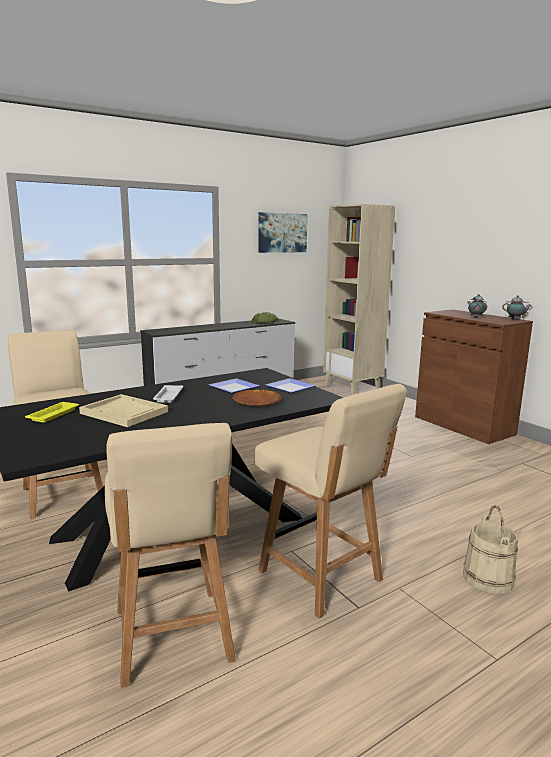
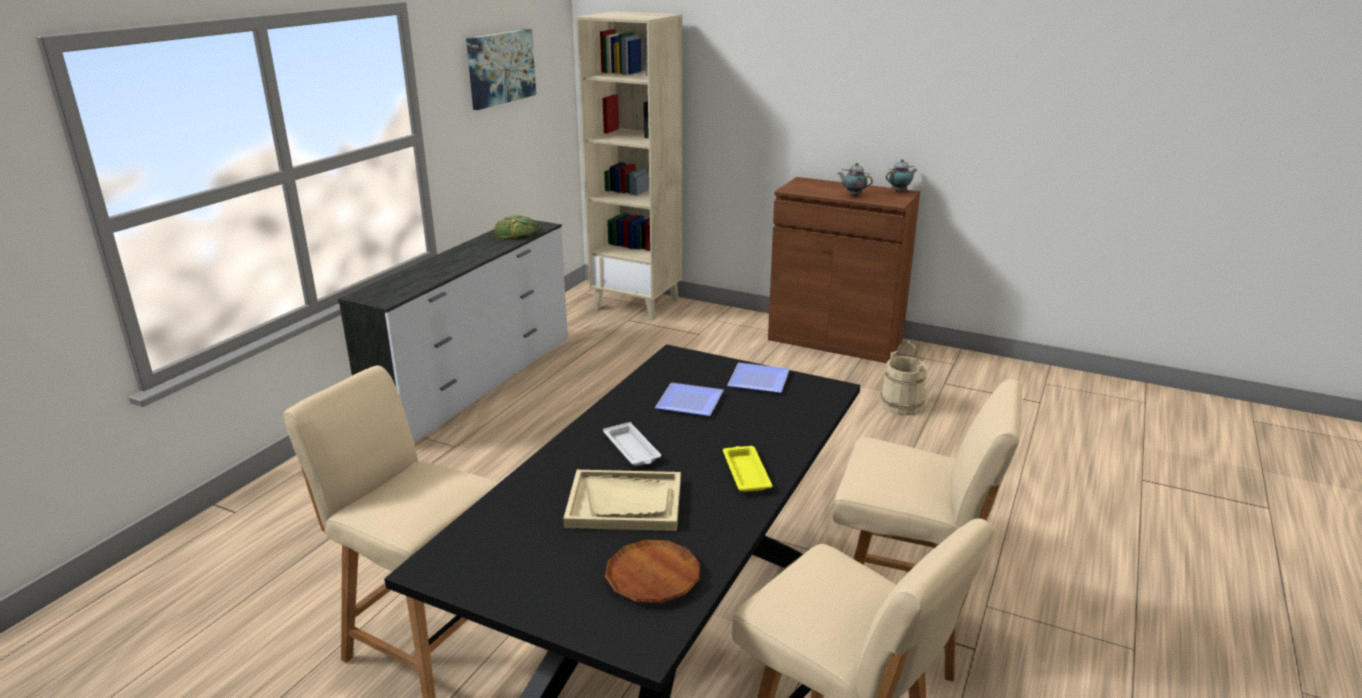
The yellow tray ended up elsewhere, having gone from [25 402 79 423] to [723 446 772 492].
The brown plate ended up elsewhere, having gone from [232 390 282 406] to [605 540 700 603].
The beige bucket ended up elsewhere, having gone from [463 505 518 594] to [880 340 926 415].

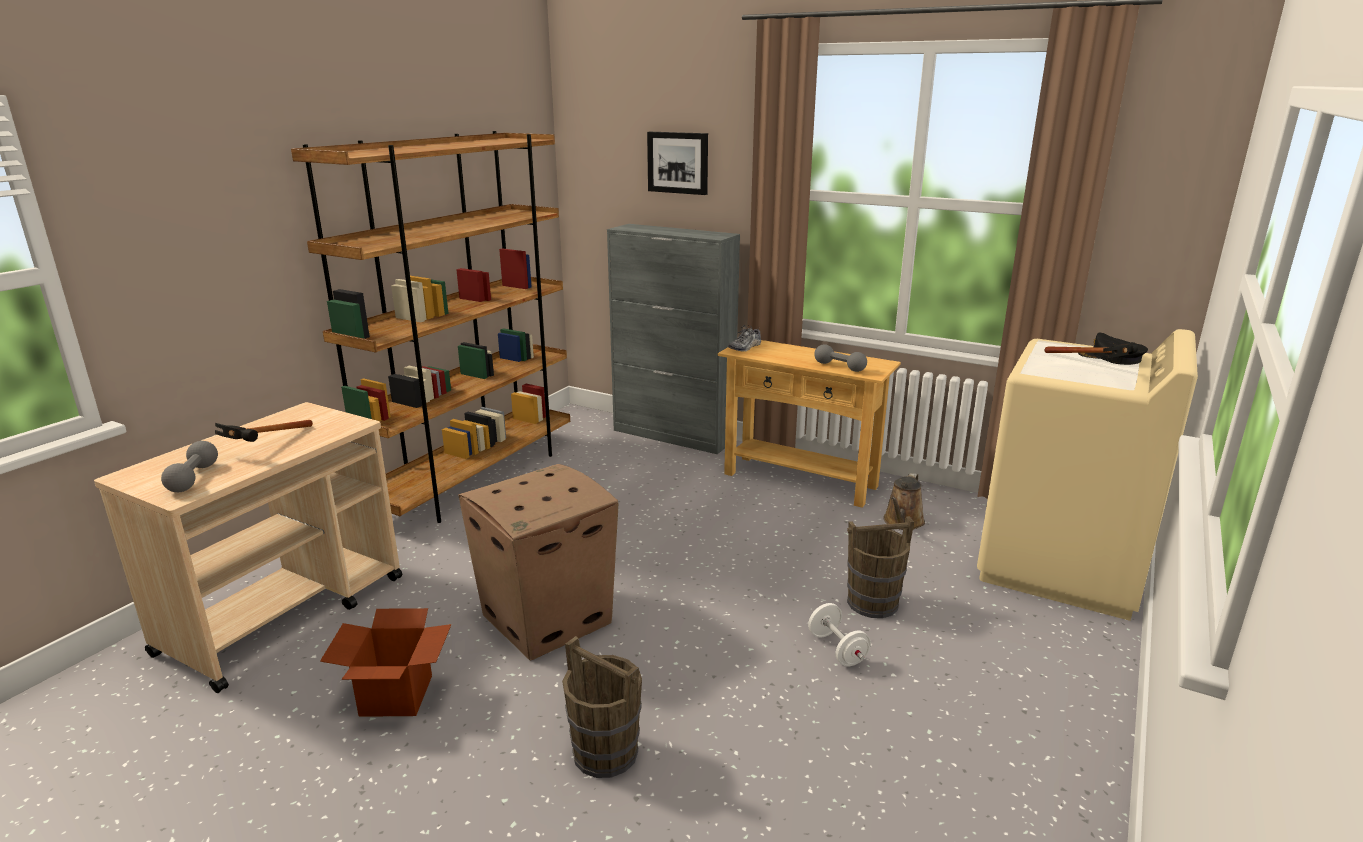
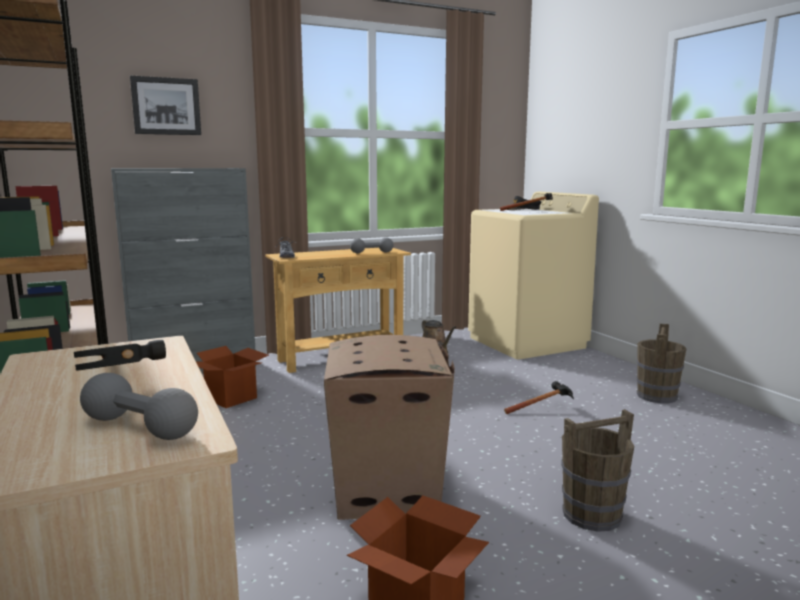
Where the white dumbbell stood at [808 603 871 666], the hammer came to stand at [504 381 574 414].
The brown bucket ended up elsewhere, having gone from [847 516 914 618] to [637 323 686 403].
The second view gained the cardboard box at [196 346 269 408].

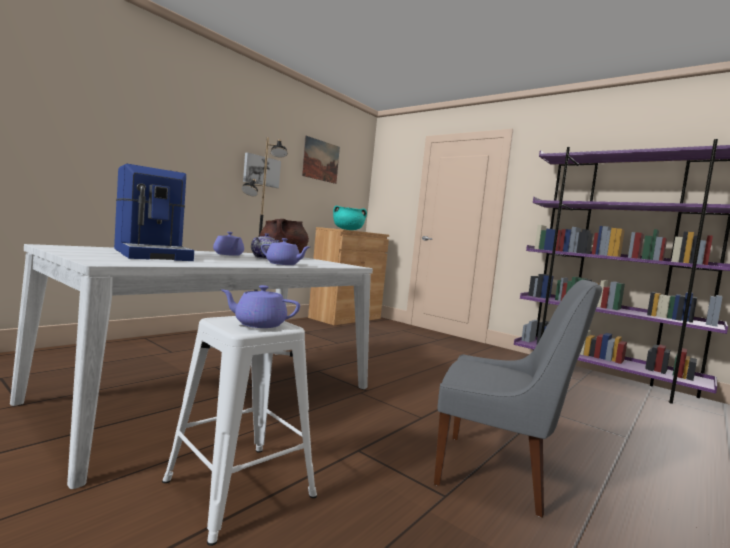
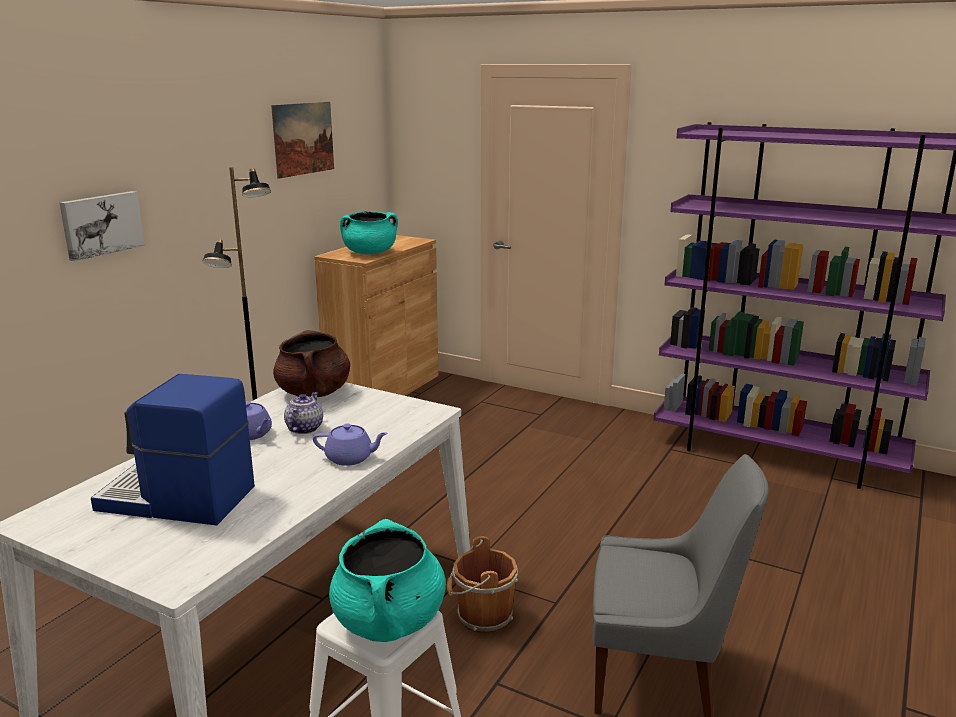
The coffee machine at [114 164 194 261] ended up facing another way, 150 degrees clockwise from before.
Where the purple teapot stood at [220 285 300 328], the turquoise cooking pot came to stand at [329 519 446 642].
The picture ended up elsewhere, having gone from [243 152 281 188] to [59 191 145 261].
The second view gained the brown bucket at [447 536 518 633].

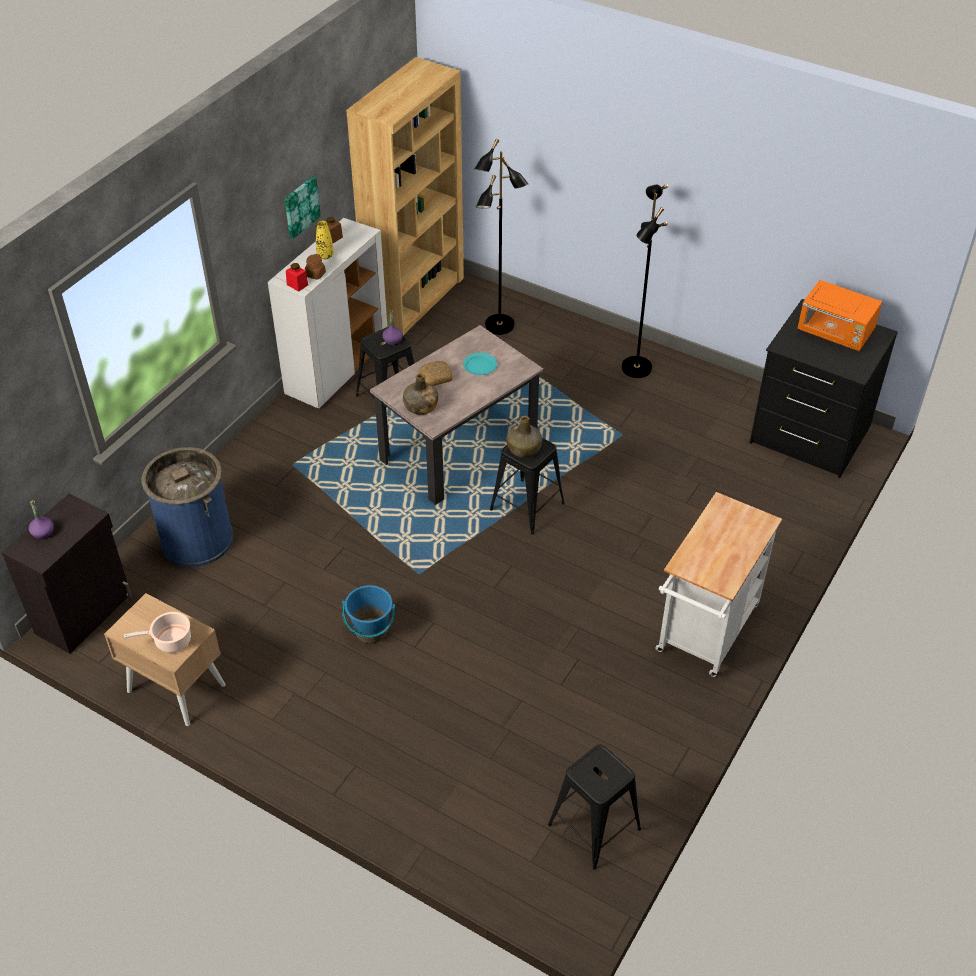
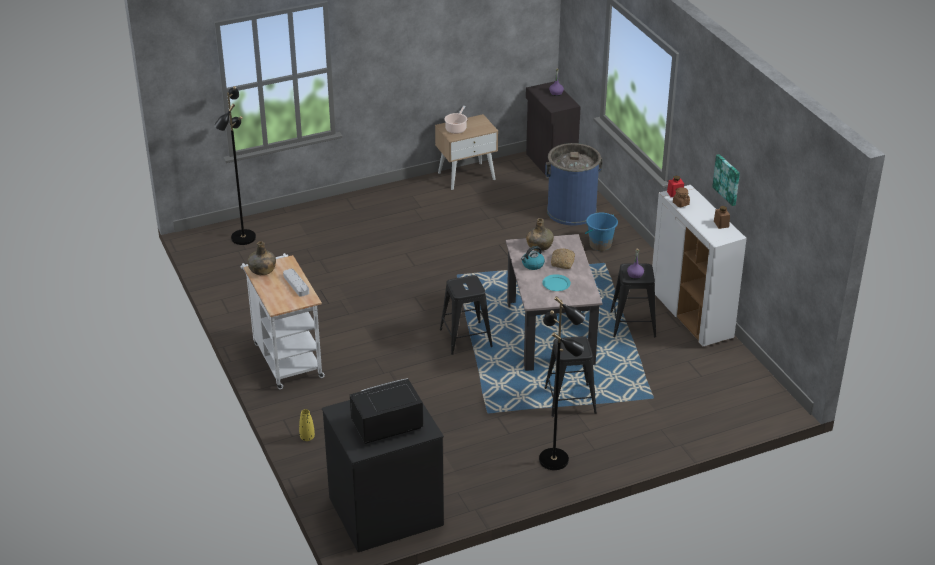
The yellow vase ended up elsewhere, having gone from [316 221 334 259] to [299 409 315 441].
The blue bucket ended up elsewhere, having gone from [342 585 395 643] to [585 213 618 251].
The second view lost the brown bookcase at [346 57 464 336].
The black floor lamp ended up elsewhere, having gone from [475 139 528 335] to [214 86 256 245].
The green bottle ended up elsewhere, having gone from [507 416 542 458] to [248 241 276 275].
The black stool ended up elsewhere, having gone from [548 744 641 870] to [545 336 597 417].
What was the orange microwave at [798 280 882 351] turned into the black microwave at [350 378 423 444].
The second view gained the grey tray at [283 269 309 297].
The second view gained the kettle at [521 246 545 270].

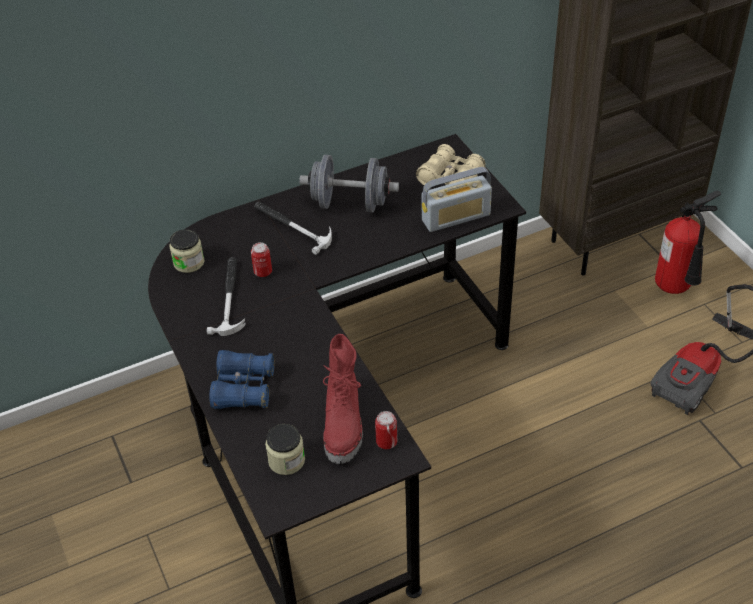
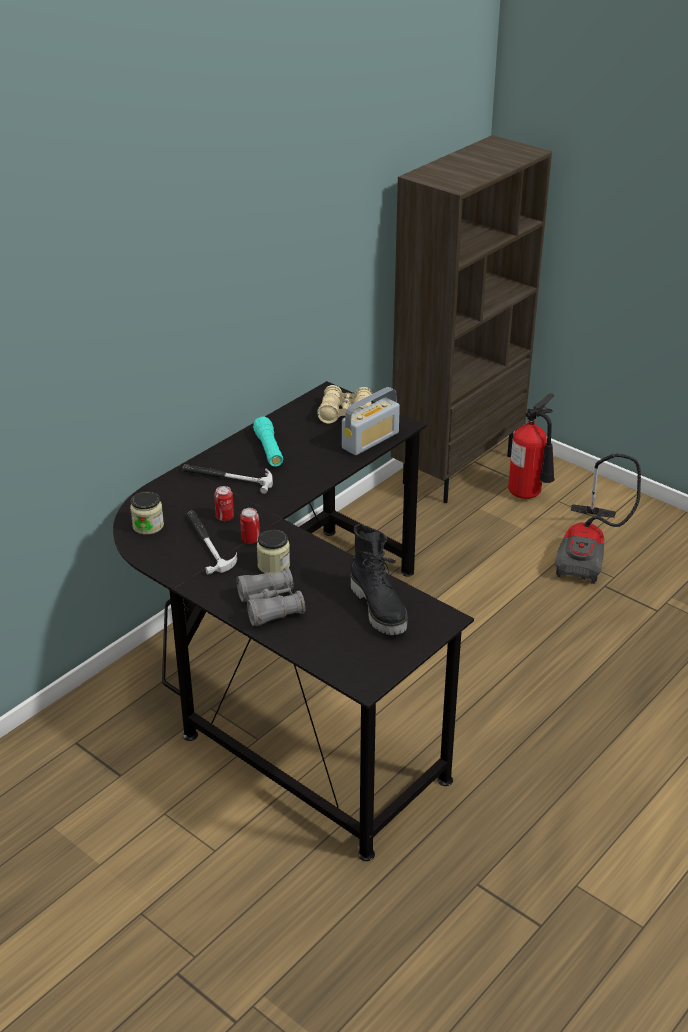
What was the blue binoculars at [209 350 275 409] turned into the grey binoculars at [236 568 305 626].
The jar ended up elsewhere, having gone from [265 424 305 475] to [257 530 290 573].
Where the grey dumbbell stood at [299 155 399 212], the turquoise flashlight came to stand at [253 417 283 467].
What was the red boot at [323 334 363 464] turned into the black boot at [351 524 408 635].
The can ended up elsewhere, having gone from [375 411 397 449] to [240 508 260 544].

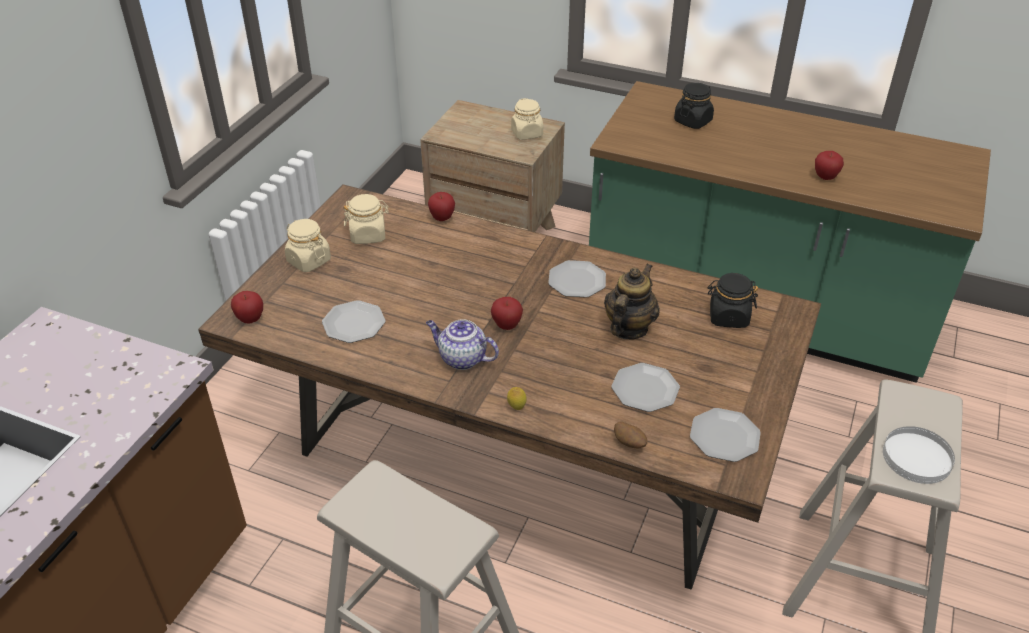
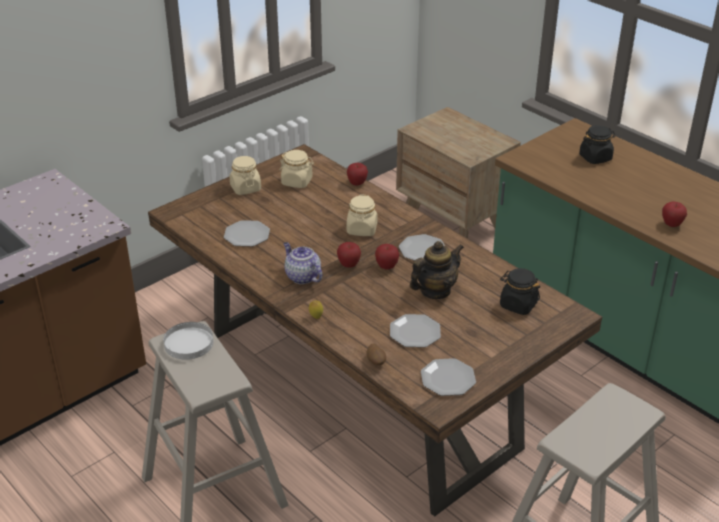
The apple ended up elsewhere, having gone from [231 291 263 324] to [375 244 399 270].
The beige jar ended up elsewhere, having gone from [511 98 543 140] to [347 194 378 236].
The white plate ended up elsewhere, having gone from [883 426 955 484] to [163 322 214 360].

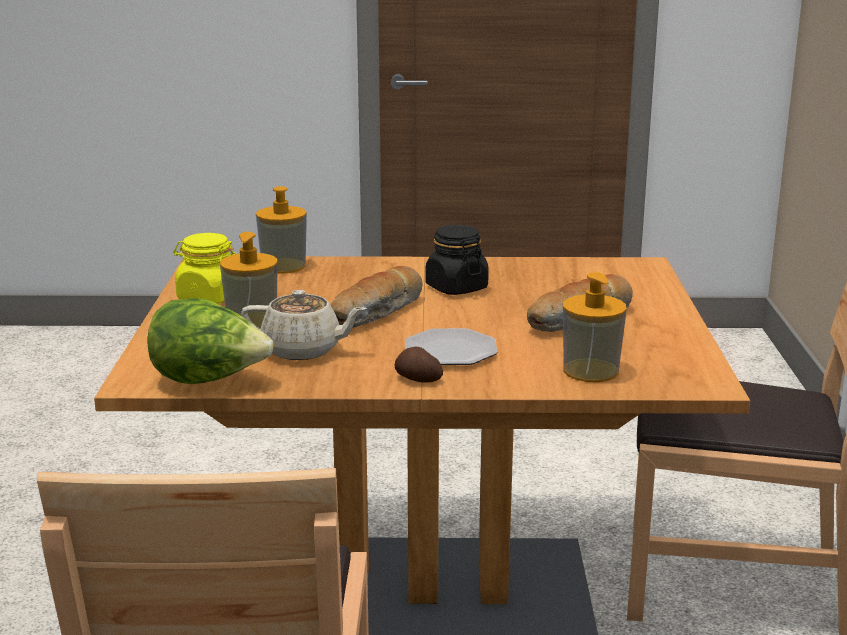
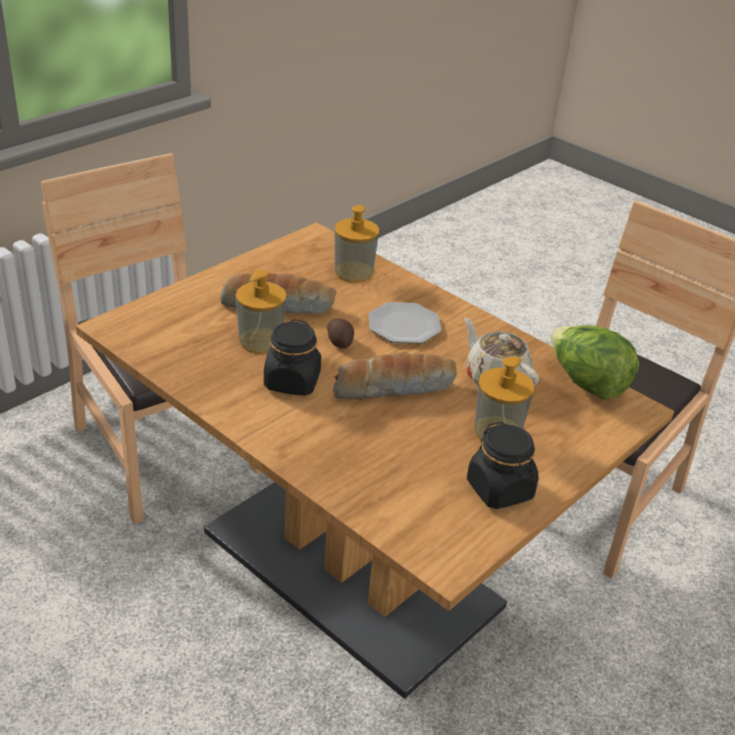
What was the yellow jar at [173 233 236 304] turned into the black jar at [467 421 539 509].
The soap dispenser ended up elsewhere, having gone from [256 186 307 274] to [236 270 286 354].
The potato ended up elsewhere, having gone from [394 347 443 383] to [327 318 354 348].

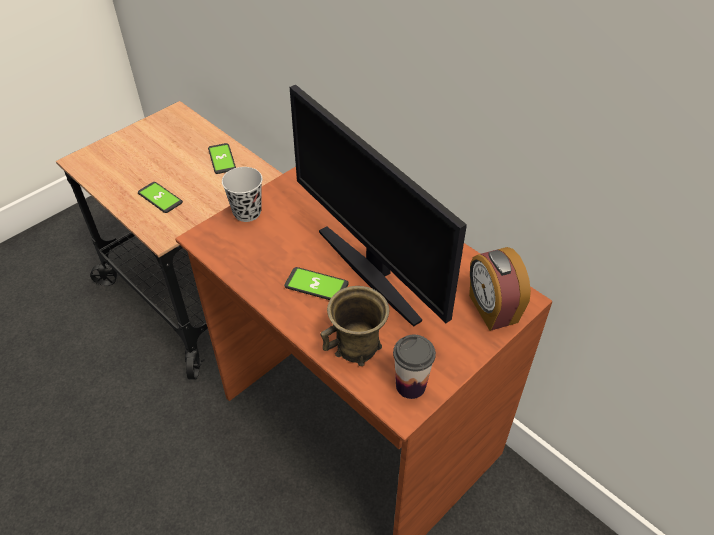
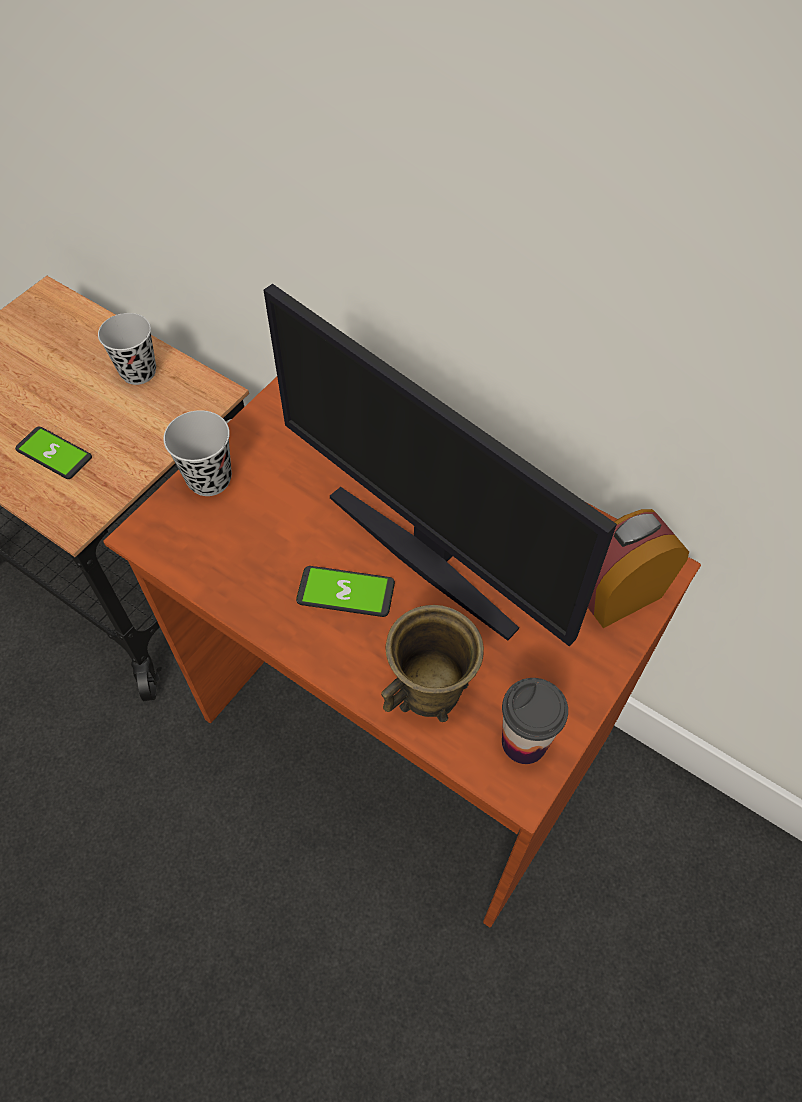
Where the phone stood at [208 143 236 174], the black cup came to stand at [98 313 156 385].
The alarm clock at [469 247 531 331] ended up facing another way, 90 degrees clockwise from before.

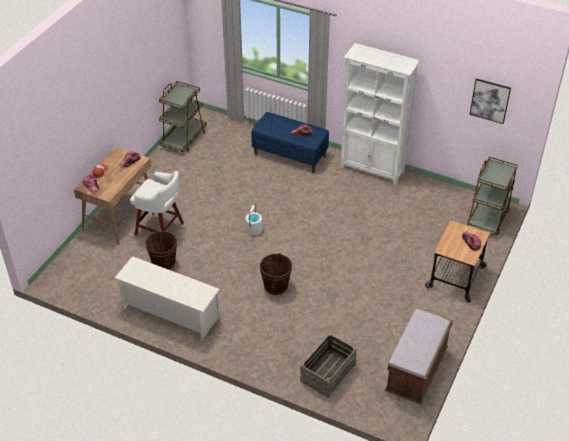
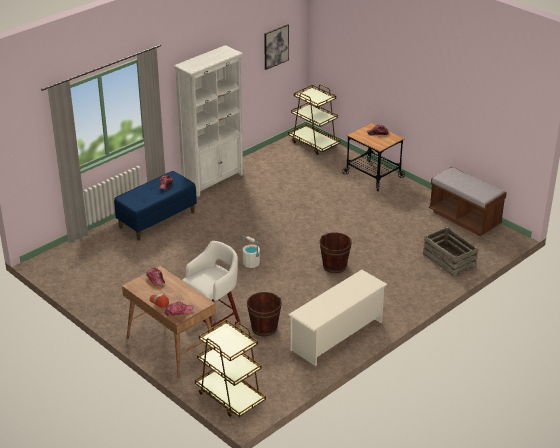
The brown cart ended up elsewhere, having gone from [159 81 207 152] to [195 319 266 417].

